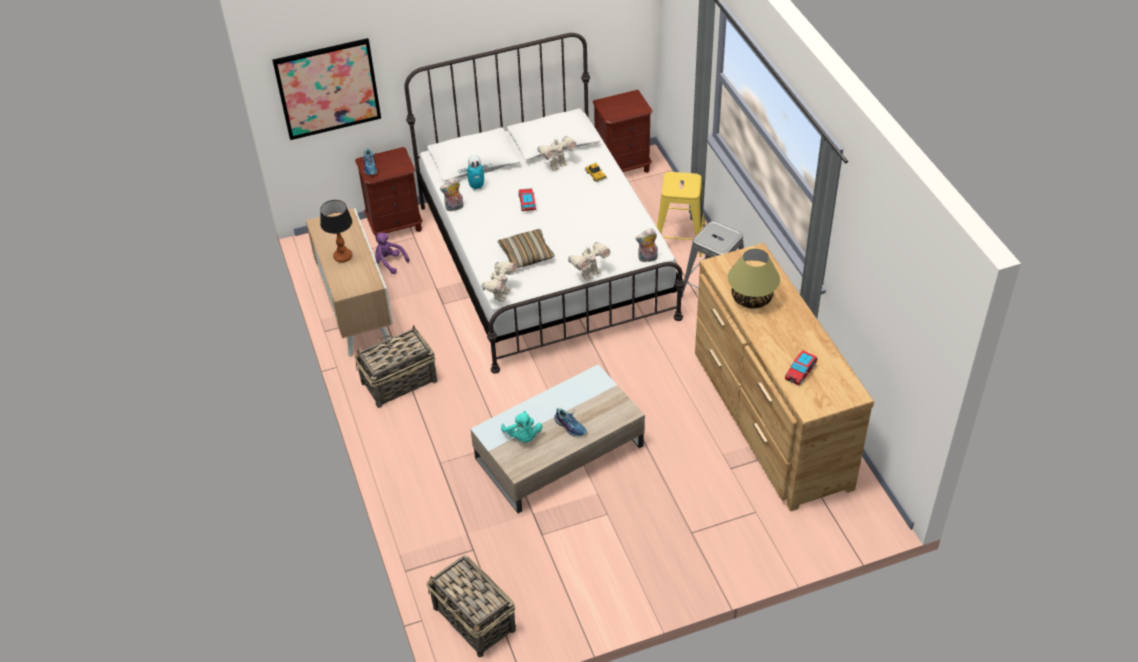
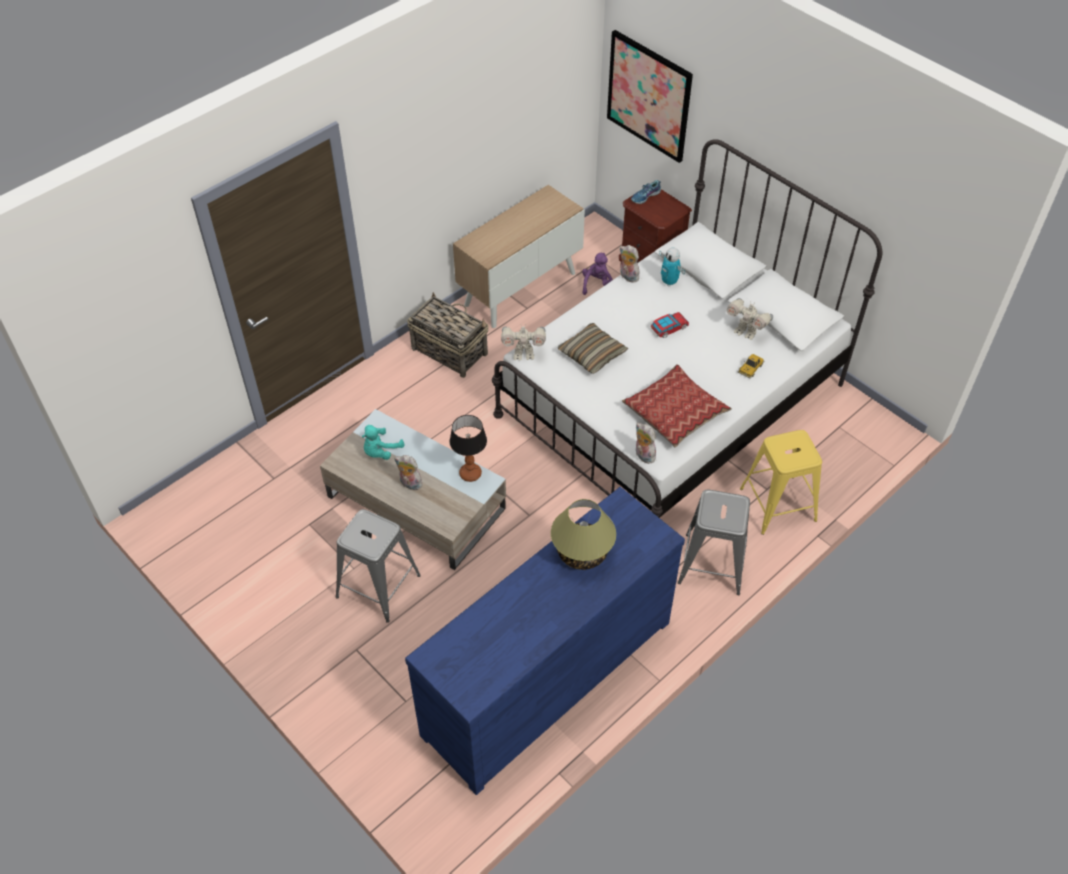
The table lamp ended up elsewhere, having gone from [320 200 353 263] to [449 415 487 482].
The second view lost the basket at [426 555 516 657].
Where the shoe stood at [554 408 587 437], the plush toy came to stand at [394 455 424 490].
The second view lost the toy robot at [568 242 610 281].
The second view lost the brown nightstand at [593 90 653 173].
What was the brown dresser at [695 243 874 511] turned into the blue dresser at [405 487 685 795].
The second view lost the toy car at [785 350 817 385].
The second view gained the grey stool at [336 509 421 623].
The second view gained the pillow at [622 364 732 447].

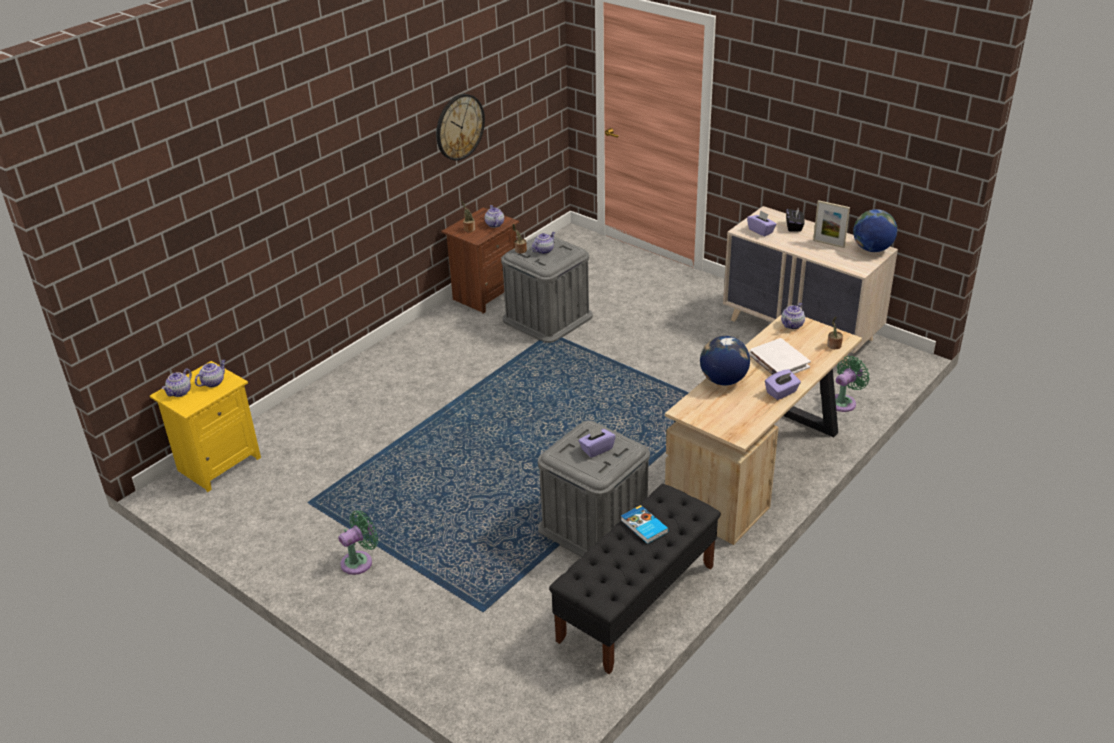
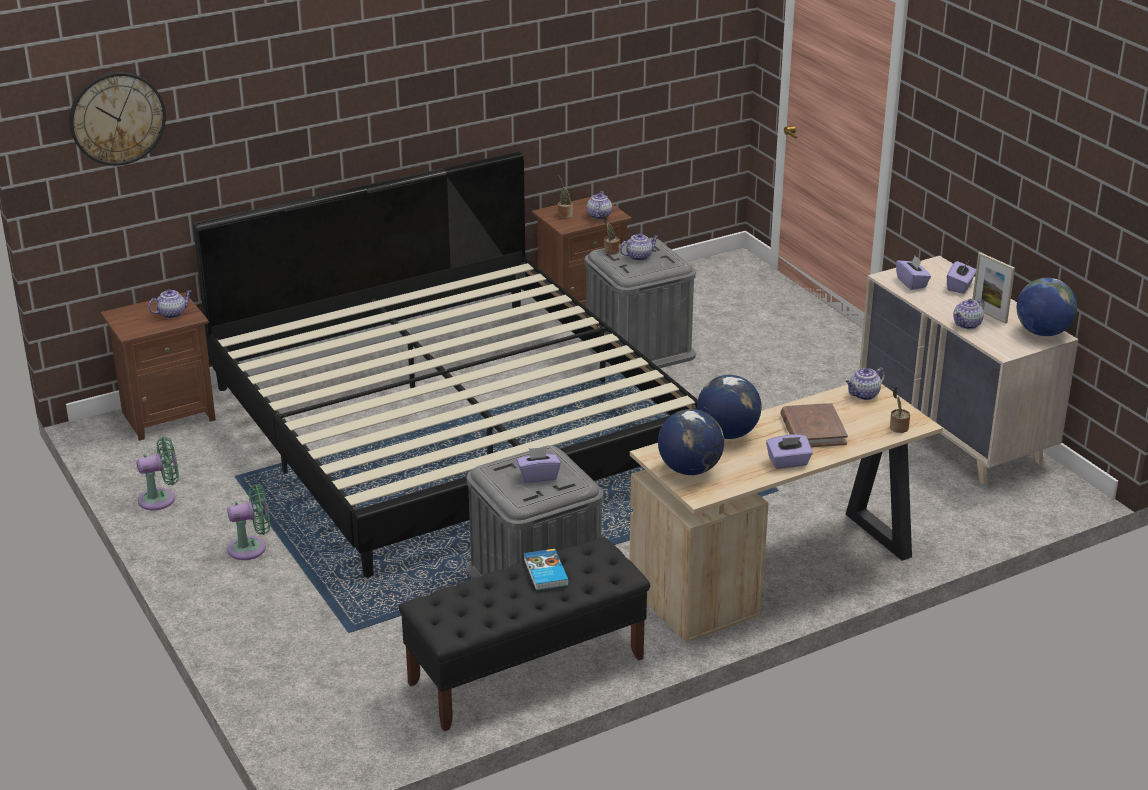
What was the yellow nightstand at [150 361 261 492] turned into the brown nightstand at [101 292 216 441].
The teapot ended up elsewhere, having gone from [162 369 192 397] to [953 298 984 329].
The wall clock ended up elsewhere, having gone from [436 94 485 161] to [69 72 166 166].
What was the white book at [749 338 811 375] turned into the brown book at [780 403 848 447].
What was the black tissue box at [786 207 805 232] turned into the purple tissue box at [947 261 976 294].
The green fan ended up elsewhere, having gone from [835 356 870 412] to [136 437 179 510].
The second view gained the bed at [193 152 698 577].
The second view gained the globe at [658 409 724 475].

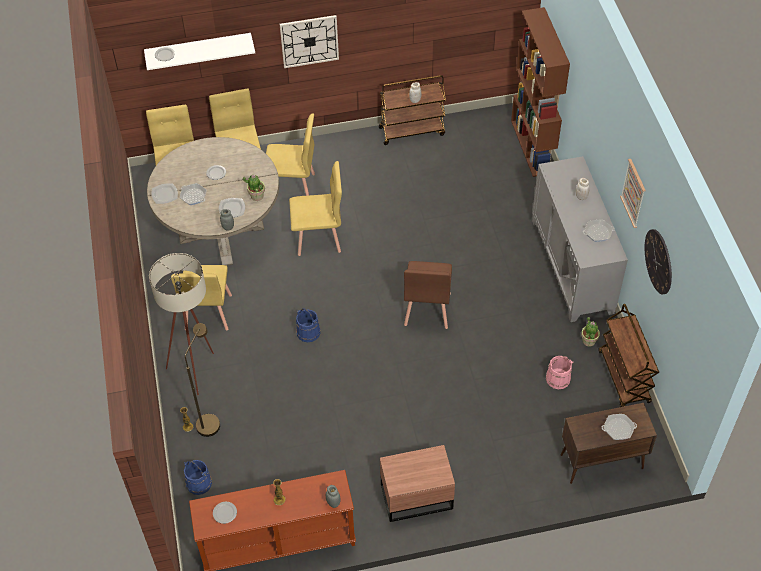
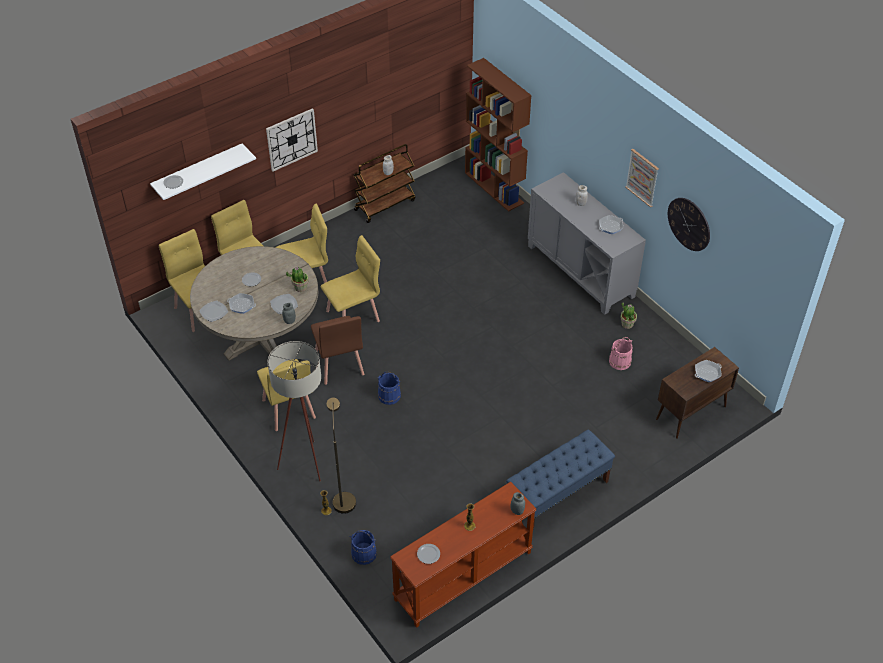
Where the brown nightstand stood at [380 445 455 522], the blue bench came to stand at [506 430 615 529].
The brown chair ended up elsewhere, having gone from [404 261 452 329] to [311 316 364 385].
The second view lost the brown cart at [598 304 659 407].

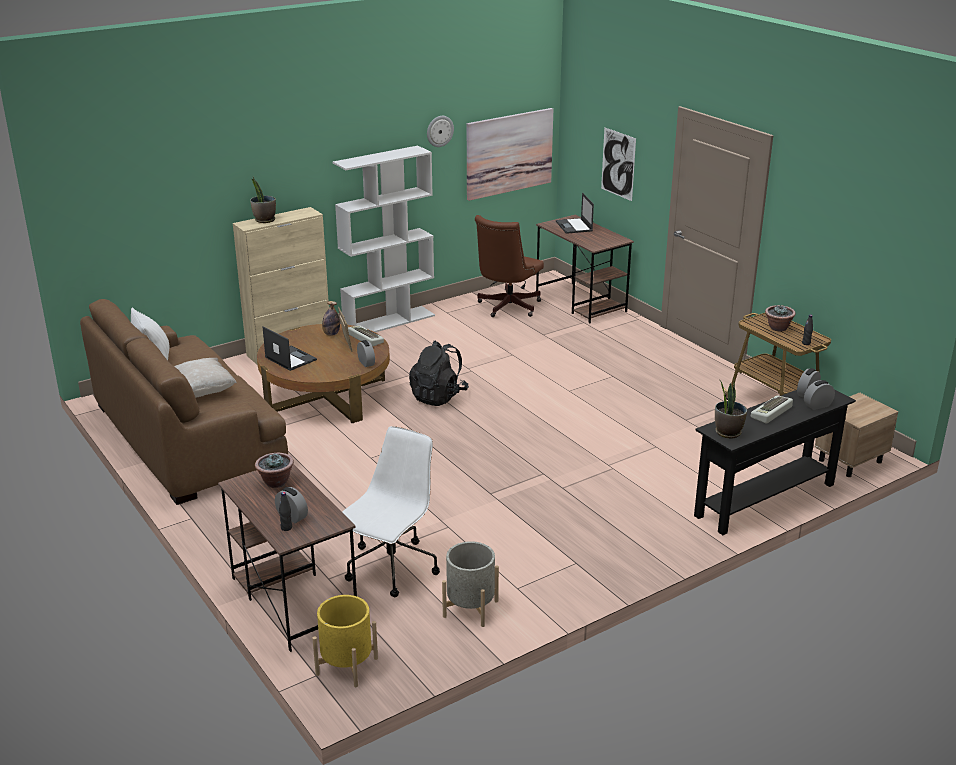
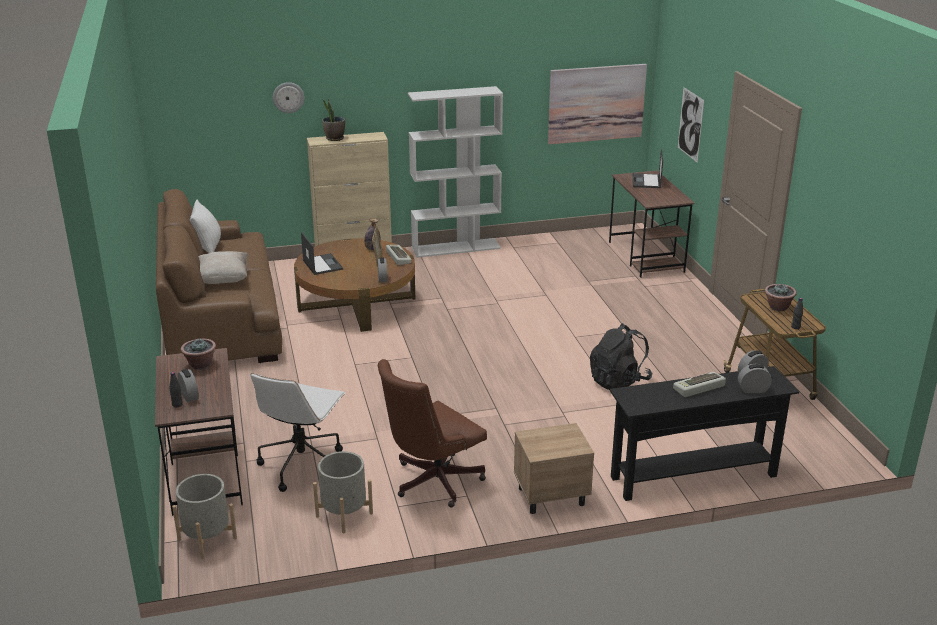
What was the yellow planter at [312 595 378 687] turned into the grey planter at [172 474 237 559].
The white office chair at [342 426 440 597] ended up facing another way, 150 degrees clockwise from before.
The black backpack ended up elsewhere, having gone from [409 340 469 406] to [590 323 652 390].
The wall clock ended up elsewhere, having gone from [427 116 454 147] to [273 82 305 113].
The brown office chair ended up elsewhere, having gone from [475 215 544 317] to [378 359 487 508].
The second view lost the potted plant at [715 382 747 439].
The beige nightstand ended up elsewhere, having gone from [815 392 898 477] to [514 423 594 514].

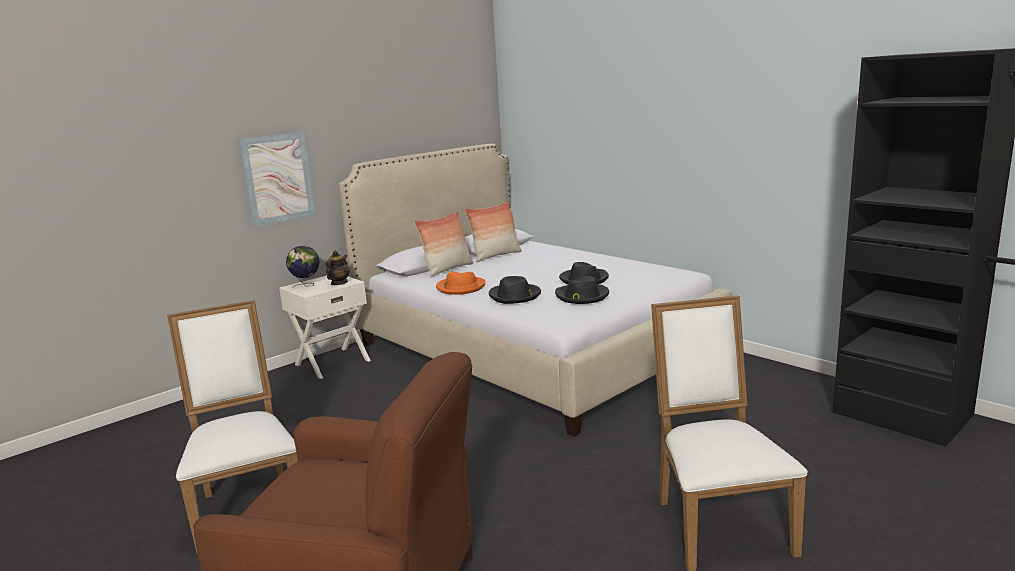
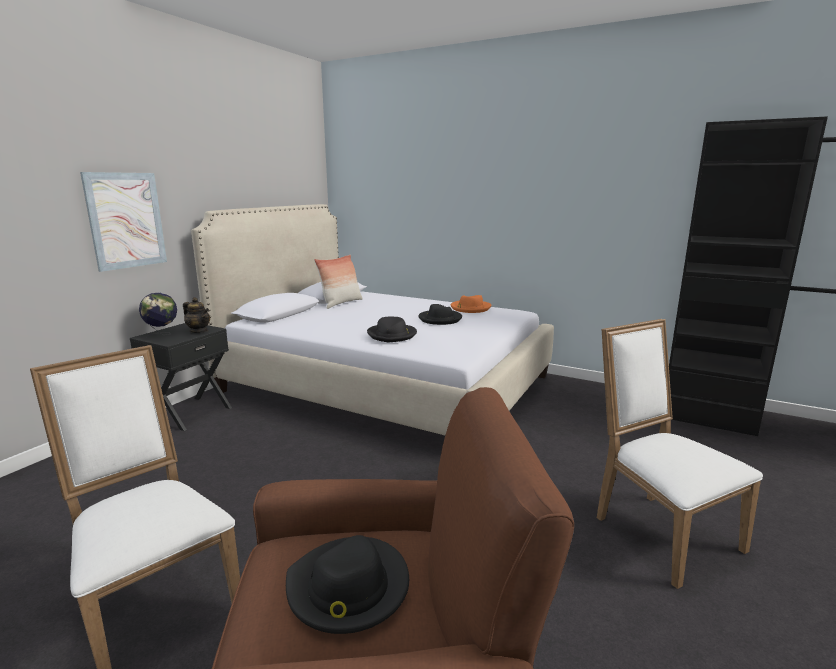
What was the white nightstand at [279 276 371 379] turned into the black nightstand at [130 323 232 431].
The teapot at [326 250 350 285] ended up facing another way, 120 degrees clockwise from before.
The second view lost the pillow at [414 212 473 277].
The orange hat ended up elsewhere, having gone from [436 272 486 295] to [451 295 491 313].
The black hat ended up elsewhere, having gone from [555 276 609 304] to [286 535 409 634].

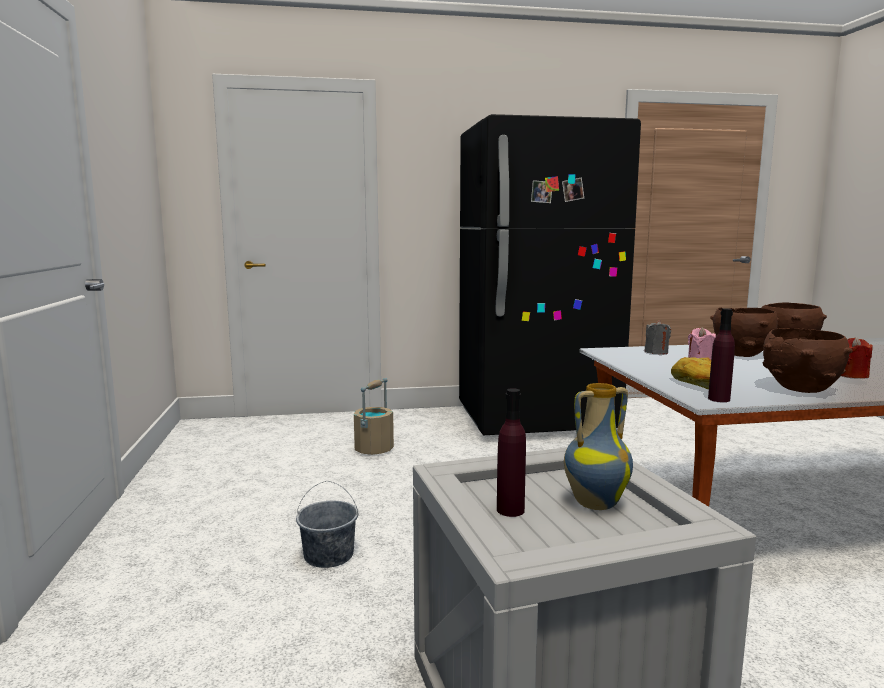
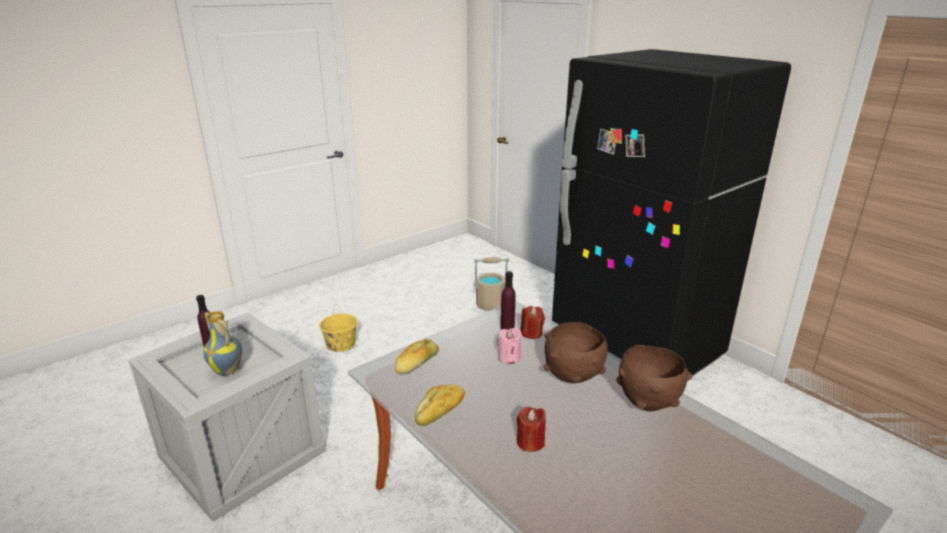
What was the grey bucket at [296 481 358 568] turned into the yellow bucket at [319 305 358 352].
What was the grey candle at [645 320 671 355] turned into the red candle at [521 306 545 339].
The purple bottle ended up elsewhere, having gone from [708 308 735 402] to [501 271 515 330].
Where the brown bowl stood at [763 328 852 393], the bread came to stand at [415 385 465 426].

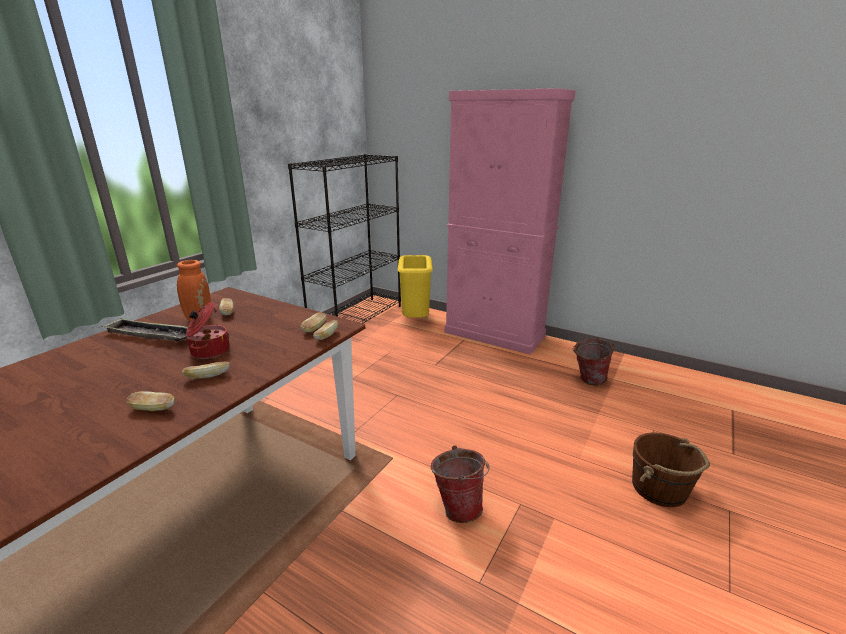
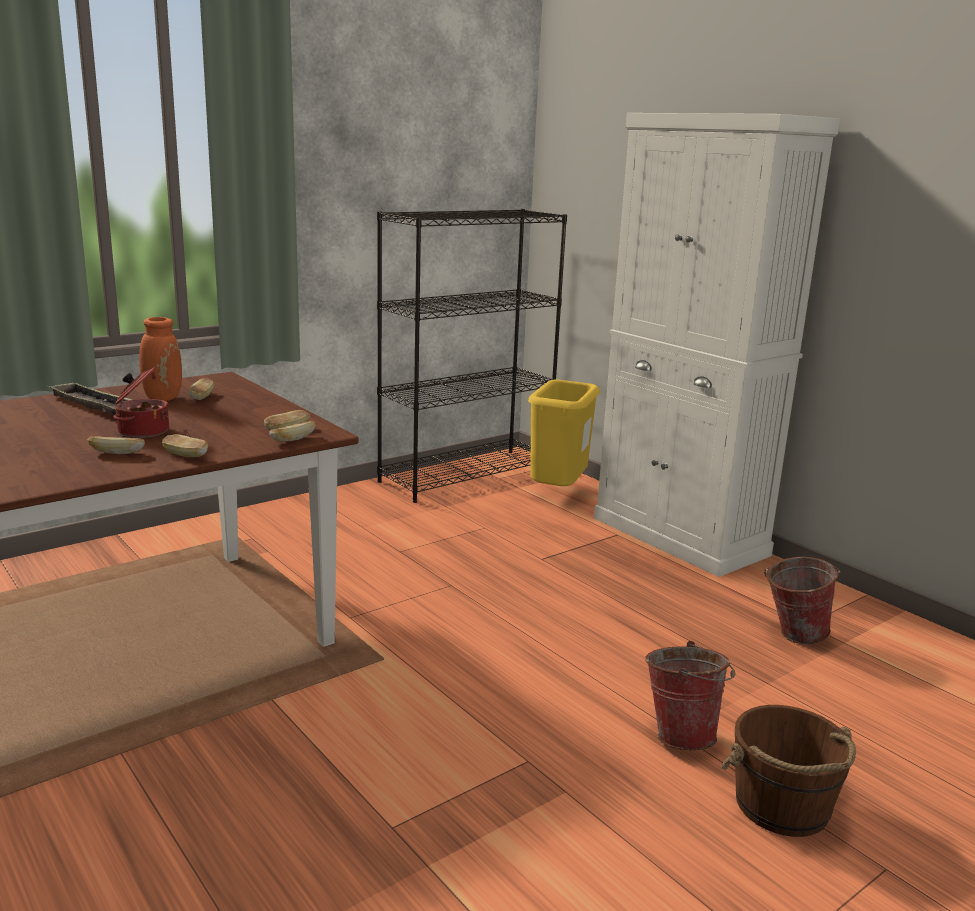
The bread ended up elsewhere, having gone from [127 391 174 411] to [162 434 208 457].
The bucket ended up elsewhere, having gone from [431 446 490 523] to [645 641 735 750].
What was the pink cabinet at [445 88 576 355] turned into the white cabinet at [594 113 840 577].

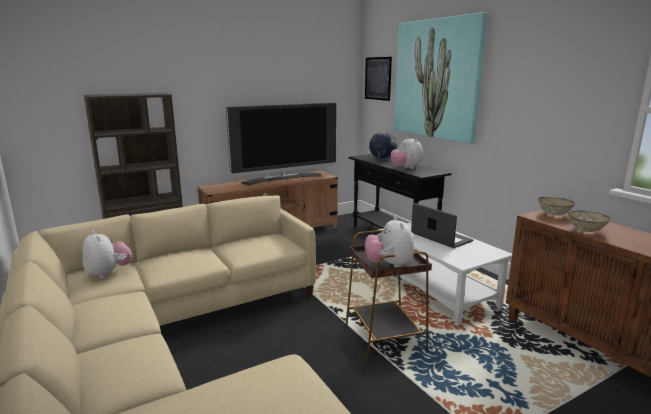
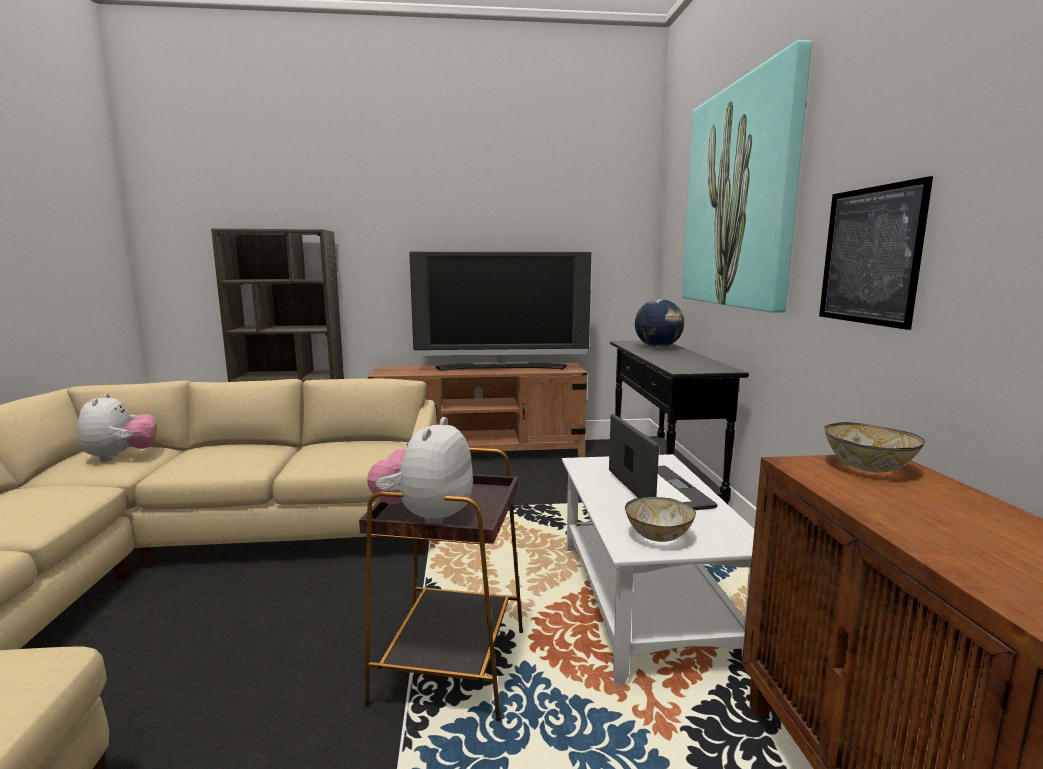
The picture ended up elsewhere, having gone from [365 57 392 101] to [819 176 933 330].
The second view lost the plush toy at [391 137 423 169].
The bowl ended up elsewhere, having gone from [568 210 610 232] to [625 497 696 542].

